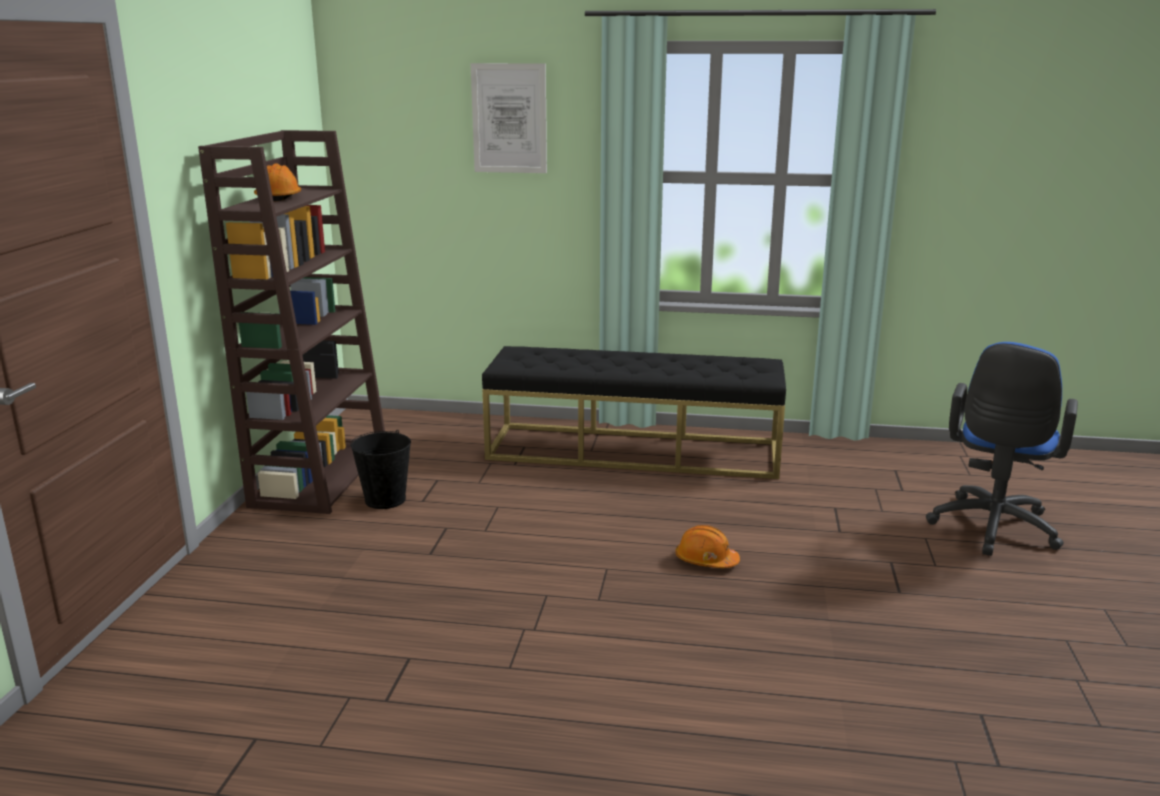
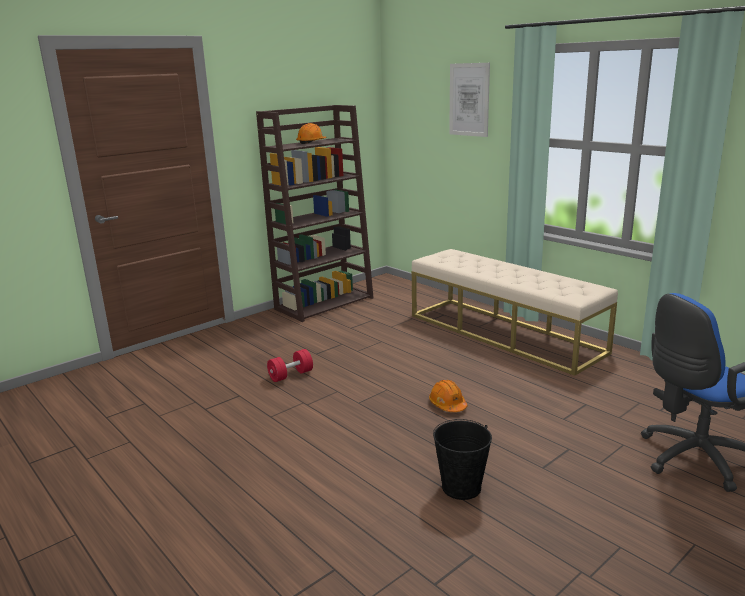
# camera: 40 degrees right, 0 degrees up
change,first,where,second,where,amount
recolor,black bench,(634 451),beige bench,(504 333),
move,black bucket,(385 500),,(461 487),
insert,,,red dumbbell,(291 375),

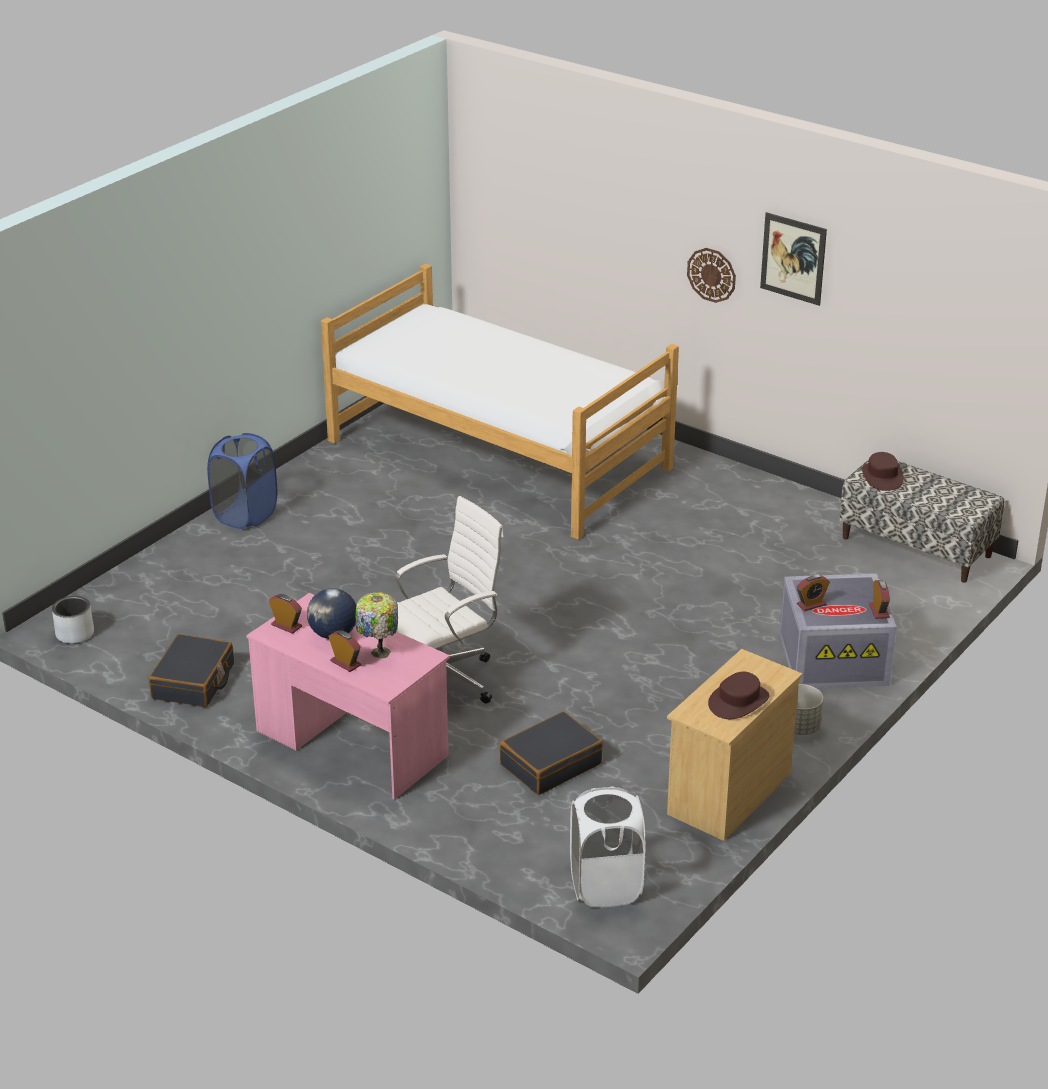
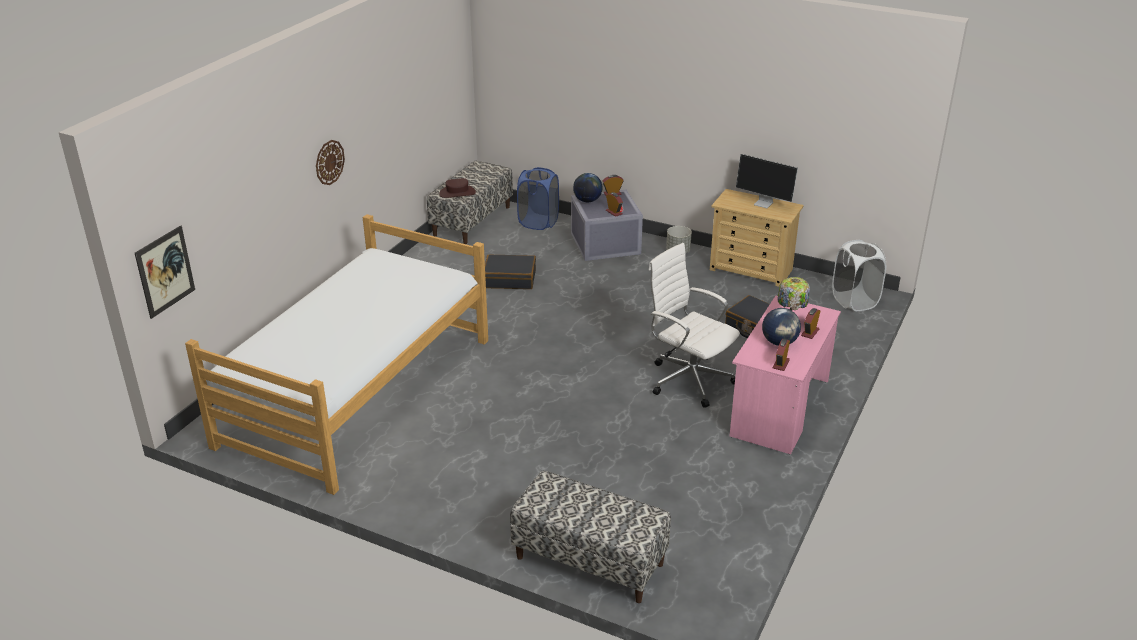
# camera: 100 degrees left, 0 degrees up
change,first,where,second,where,amount
move,picture,(793 258),,(165 271),
move,blue laundry basket,(245 515),,(538 222),
delete,grey planter,(75 634),,,
move,black suitcase,(193 682),,(510 279),
replace,brown hat,(738 701),monitor,(764 203),
insert,,,globe,(587 200),
insert,,,bench,(589 561),

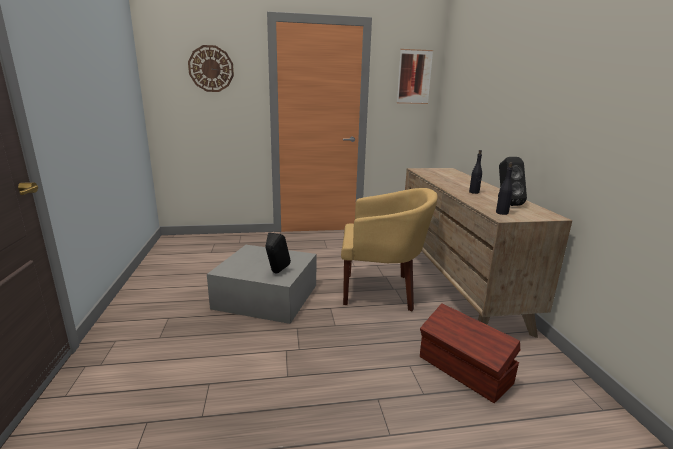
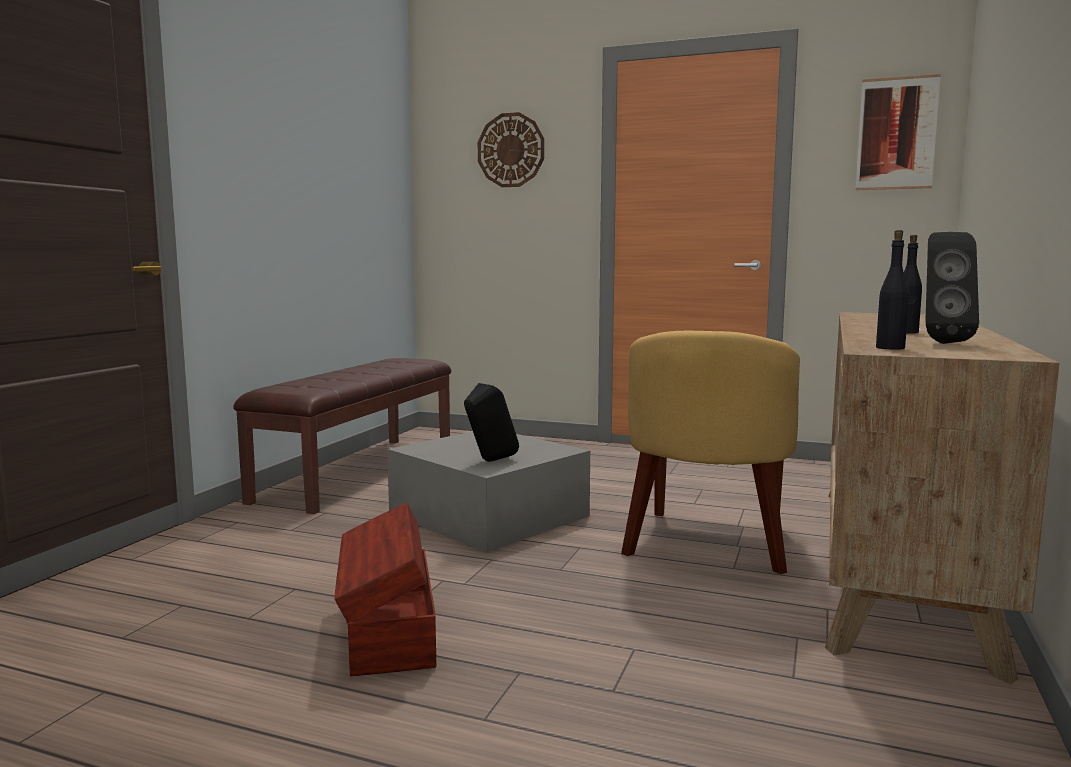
# camera: 30 degrees right, 10 degrees down
change,first,where,second,where,amount
rotate,yellow armchair,(381 291),,(707 543),75 degrees clockwise
move,brown storage box,(464 371),,(388 631),
insert,,,brown bench,(359 471),

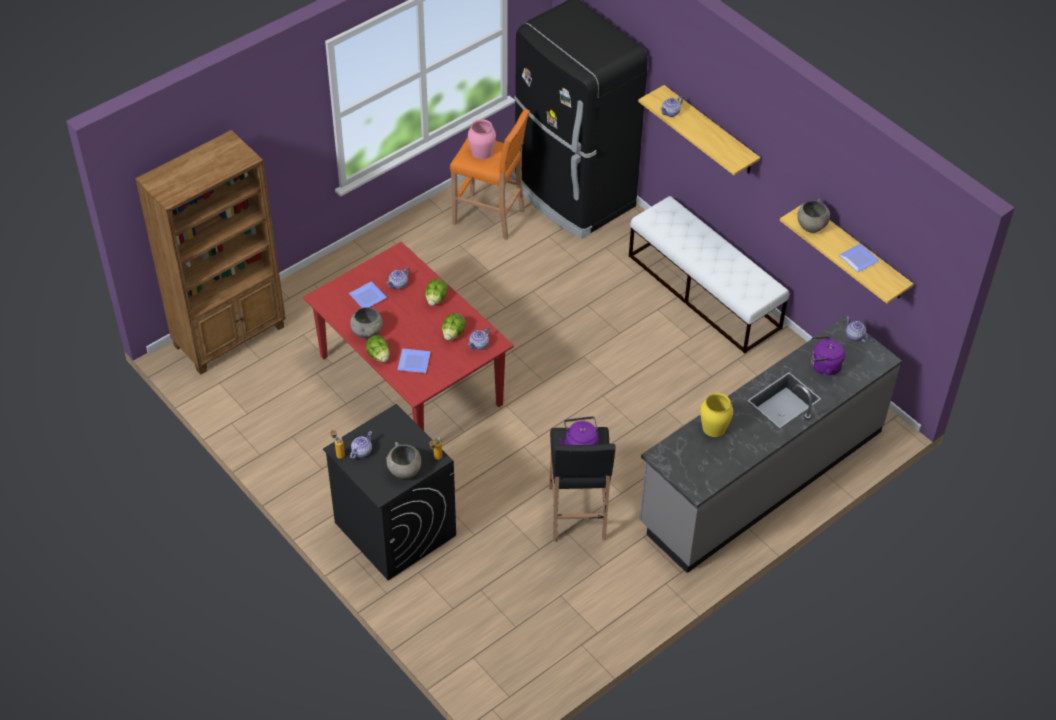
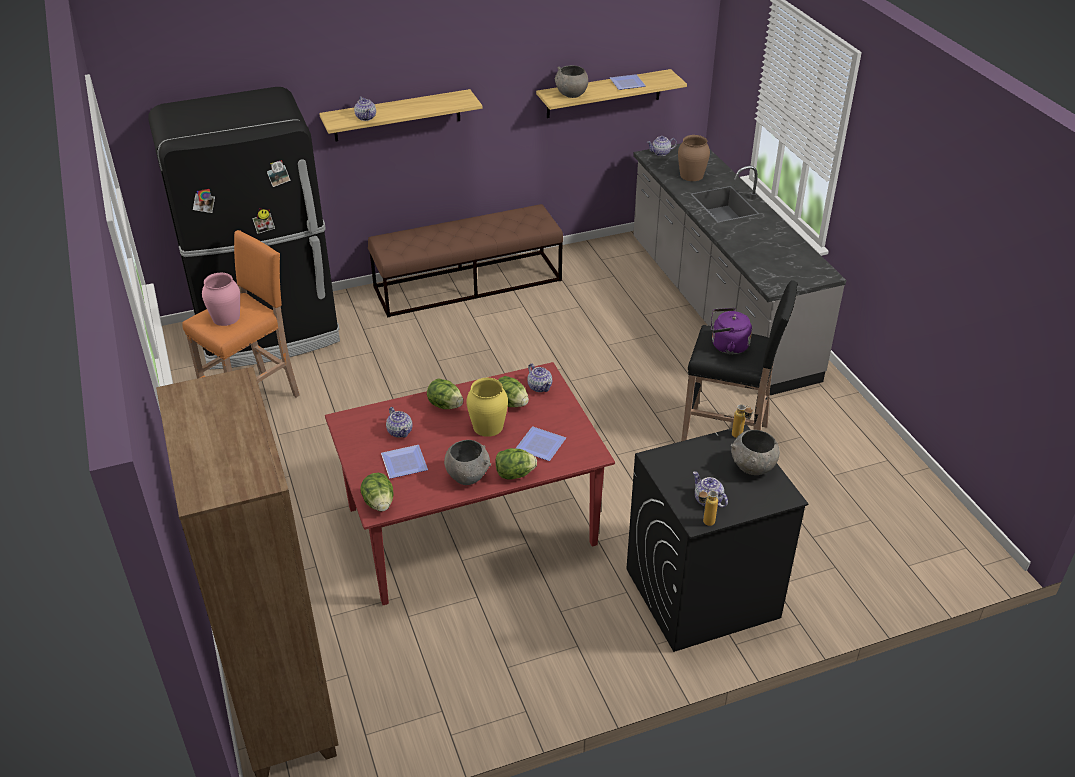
# camera: 70 degrees left, 10 degrees down
change,first,where,second,where,amount
recolor,white bench,(704 292),brown bench,(468 283),
replace,purple kettle,(823 366),brown vase,(691 175),
move,yellow vase,(714 427),,(488 426),
insert,,,lettuce,(379 503),

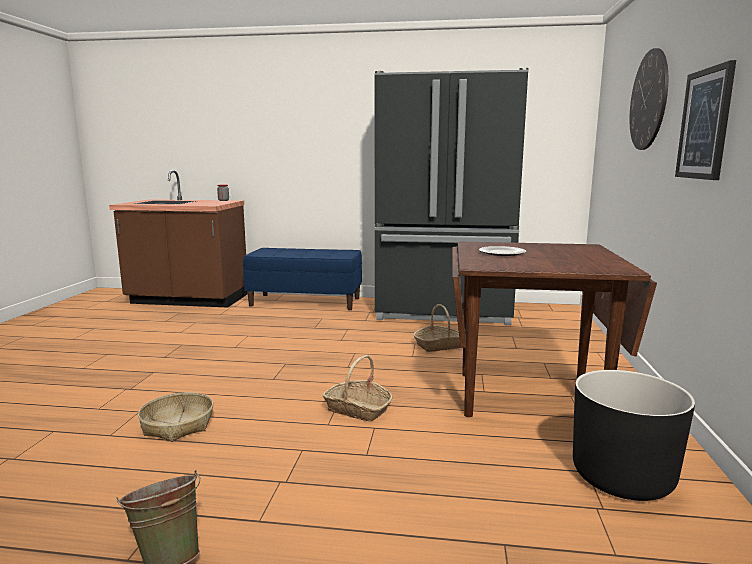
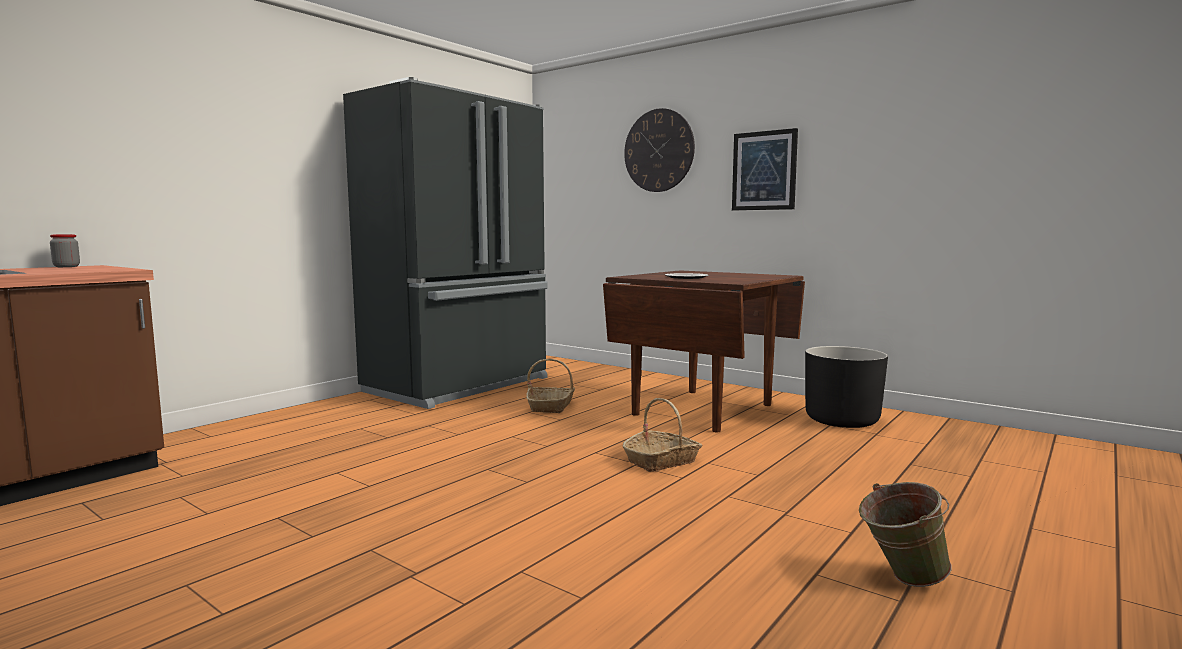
# camera: 60 degrees left, 5 degrees down
change,first,where,second,where,amount
delete,blue bench,(306 302),,,
delete,basket,(178 425),,,

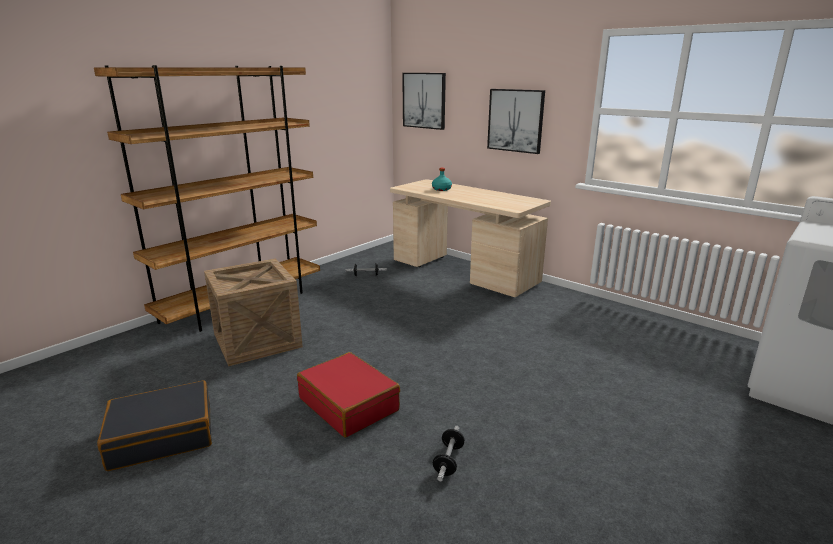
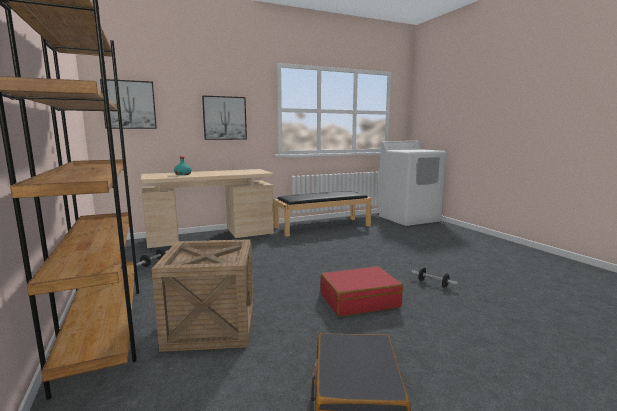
# camera: 65 degrees left, 10 degrees down
change,first,where,second,where,amount
insert,,,black bench,(323 226),

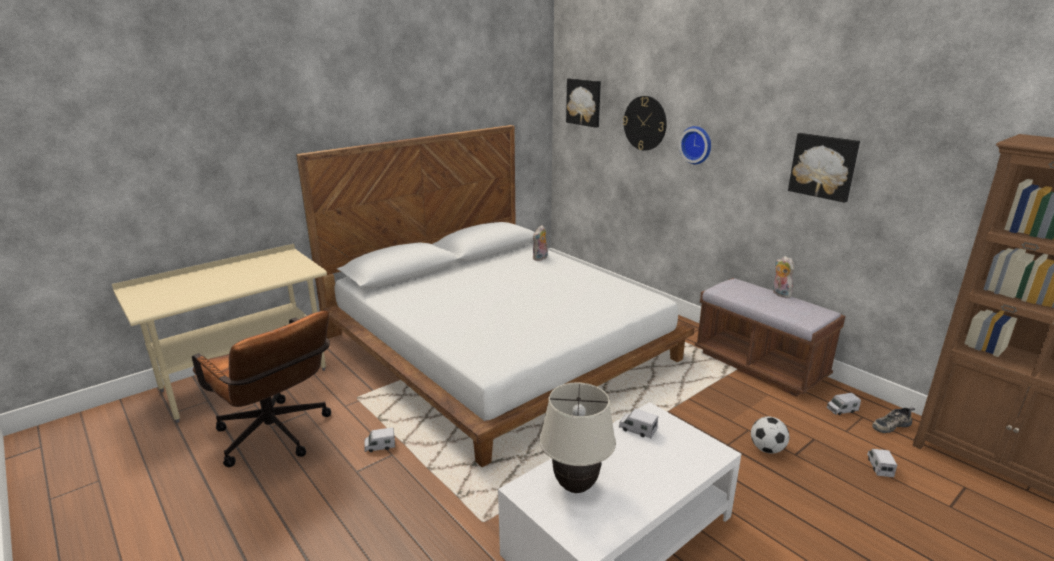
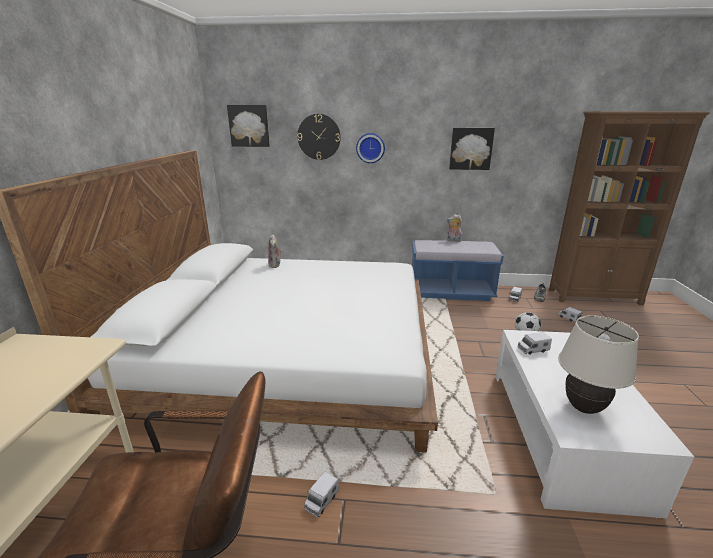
# camera: 45 degrees left, 0 degrees up
change,first,where,second,where,amount
recolor,brown bench,(759 365),blue bench,(450 292),

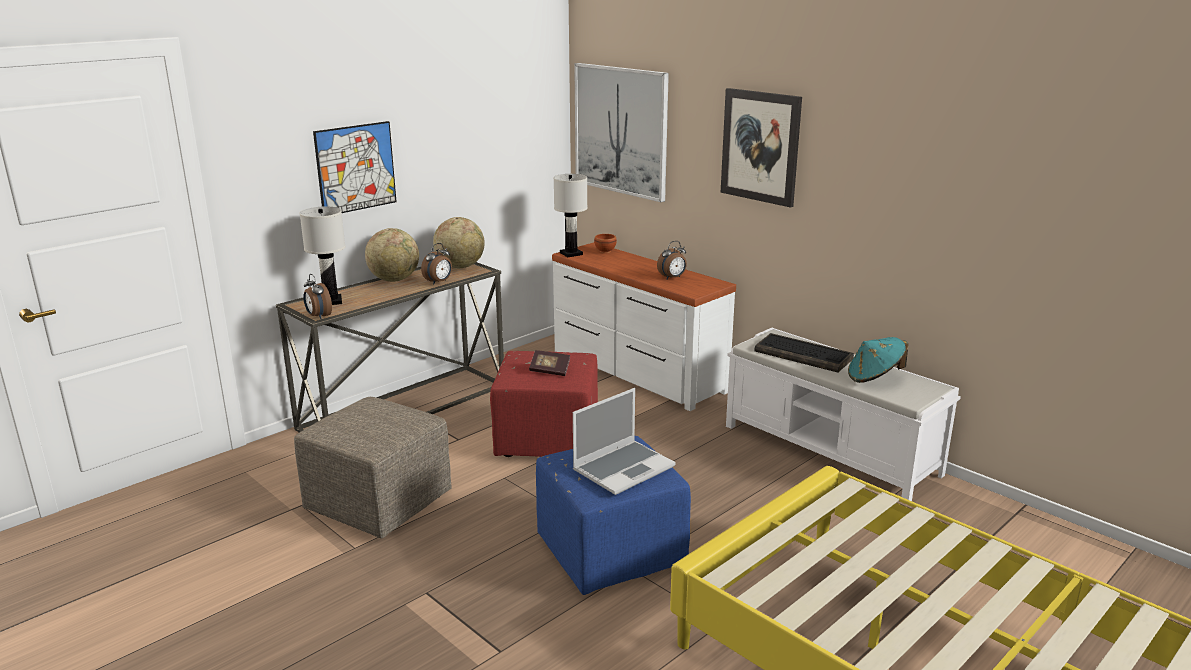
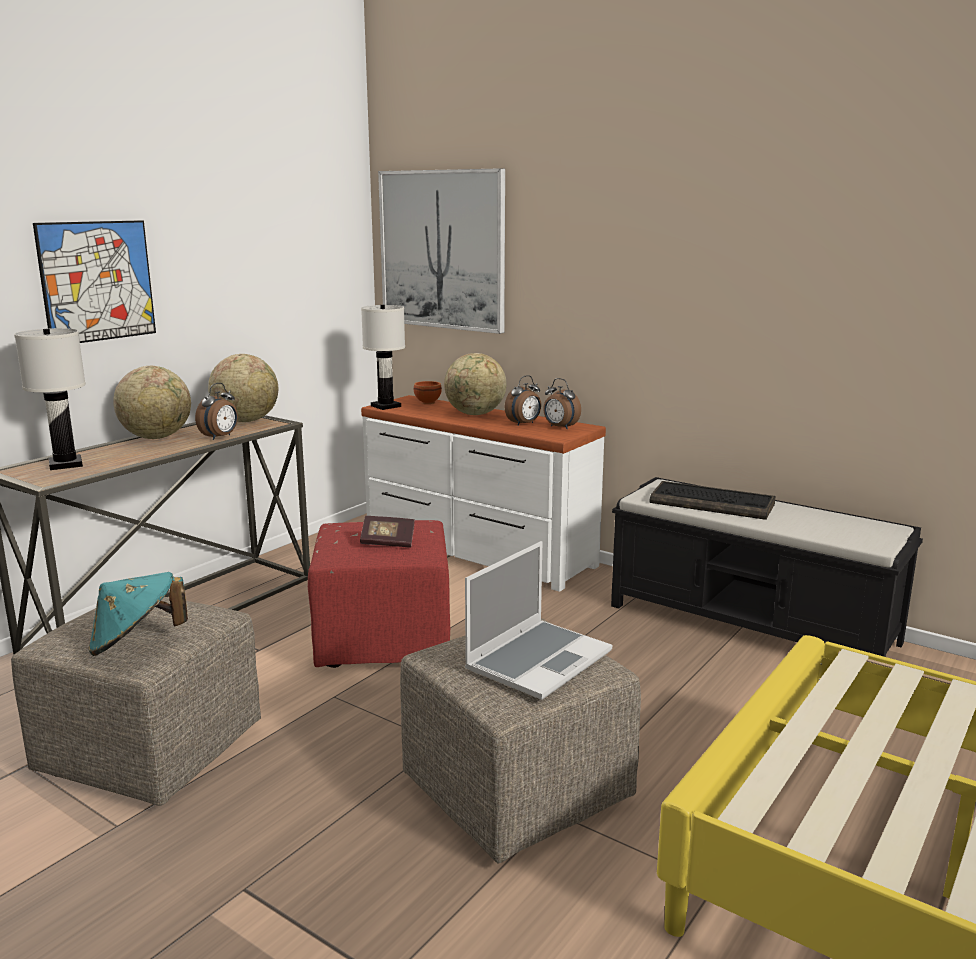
# camera: 10 degrees left, 5 degrees down
change,first,where,second,where,amount
delete,picture,(760 146),,,
move,alarm clock,(318 316),,(560 427),
recolor,white bench,(831 450),black bench,(753 624),
move,turquoise hat,(874 377),,(136 643),
recolor,blue ottoman,(612 552),beige ottoman,(518 790),
insert,,,globe,(475 414),

